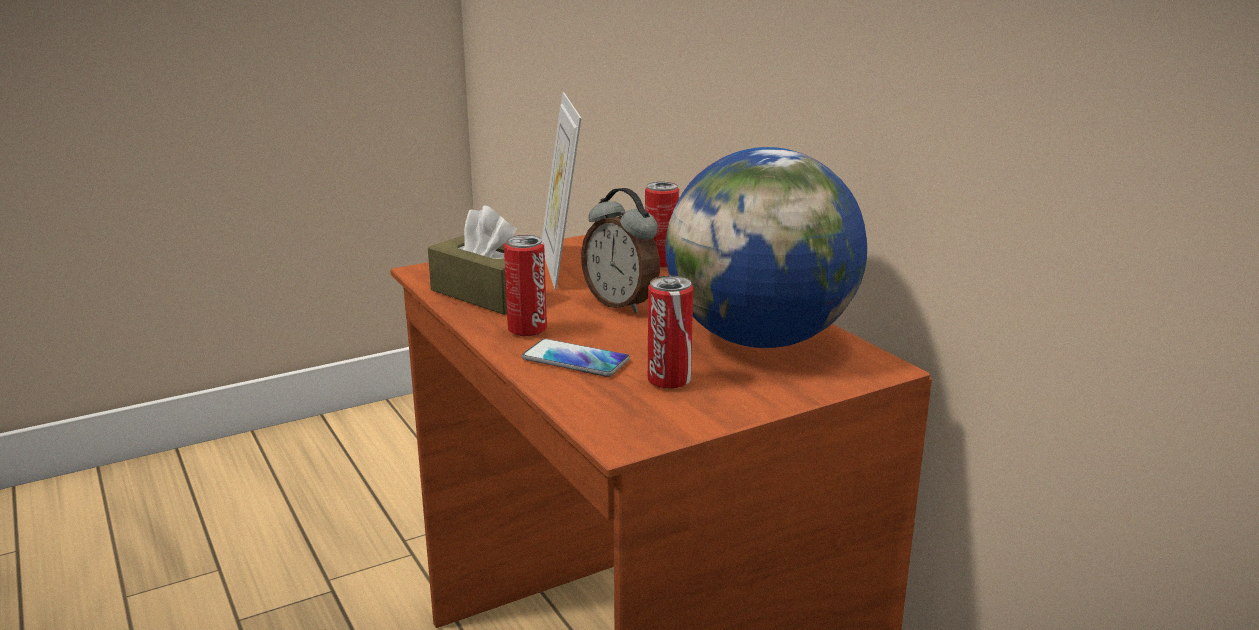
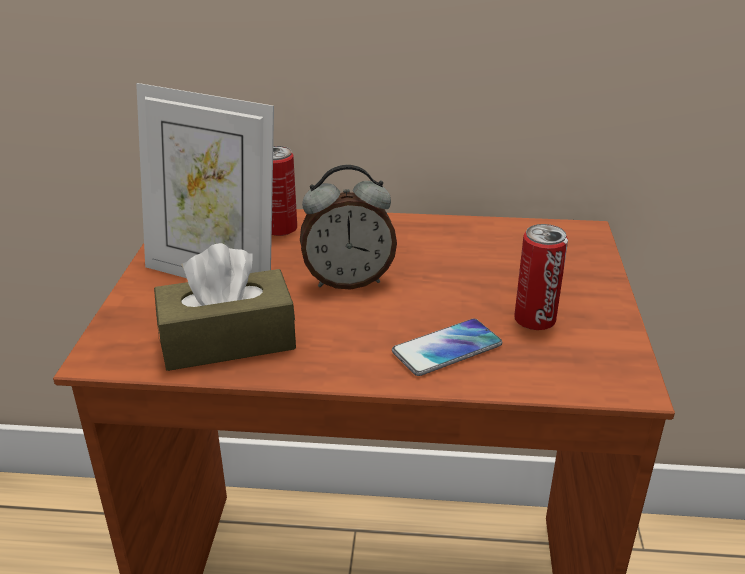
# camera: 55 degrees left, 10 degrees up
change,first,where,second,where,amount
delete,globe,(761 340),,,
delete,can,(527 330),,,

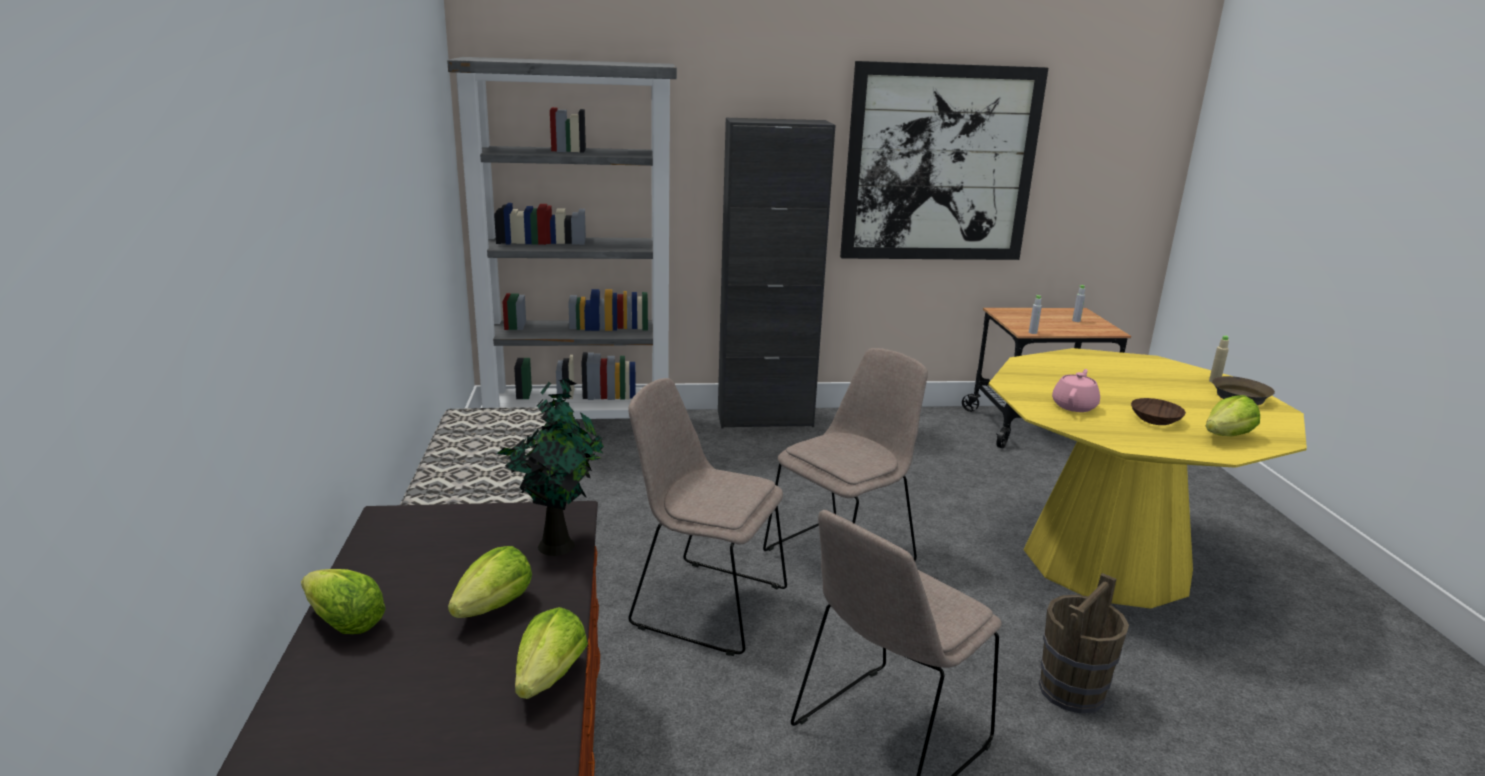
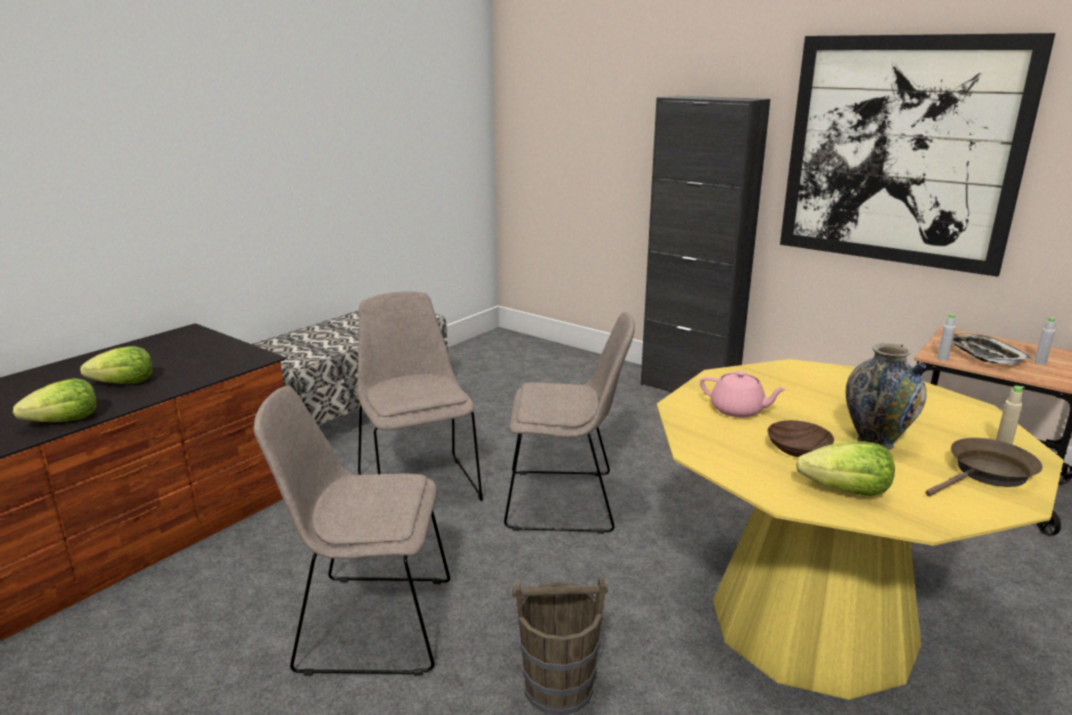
# camera: 45 degrees right, 0 degrees up
change,first,where,second,where,amount
delete,grey bookcase,(580 424),,,
rotate,pink teapot,(1074 406),,(738 410),45 degrees clockwise
delete,potted plant,(557 544),,,
delete,lettuce,(345 623),,,
insert,,,tray,(982 354),
insert,,,vase,(875 441),

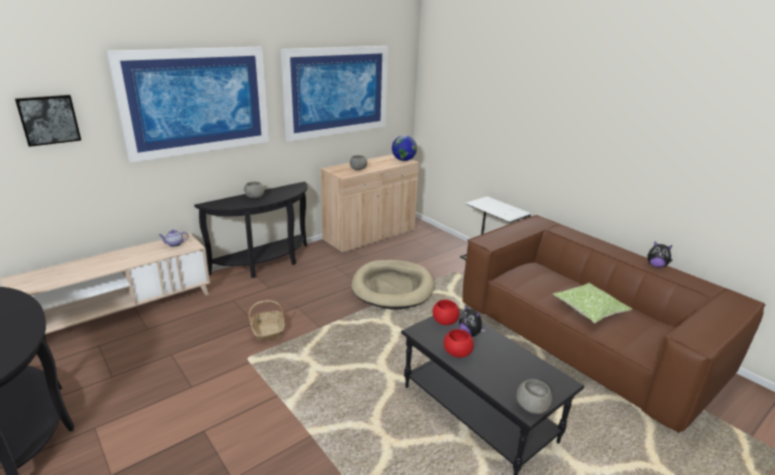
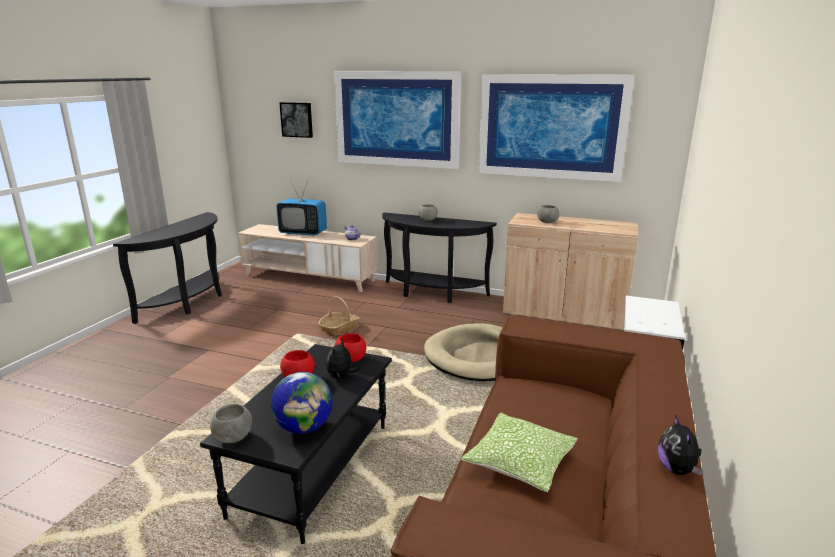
# camera: 60 degrees right, 5 degrees down
change,first,where,second,where,amount
move,globe,(403 160),,(304 427),
insert,,,television,(303 233),

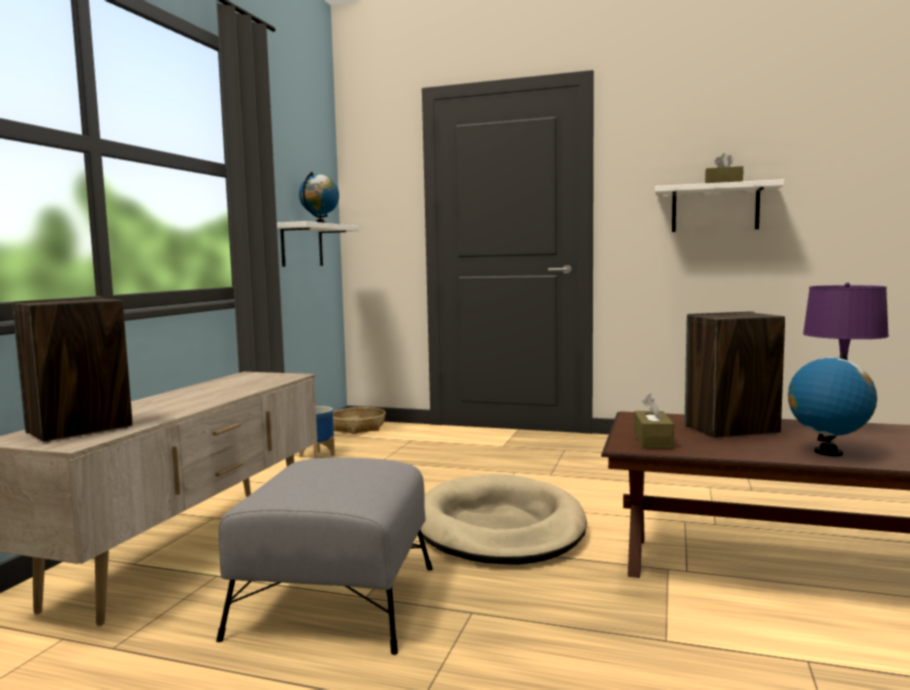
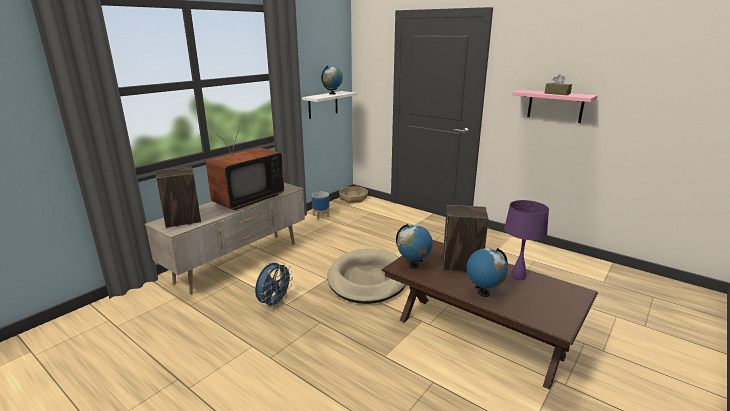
# camera: 20 degrees right, 15 degrees up
change,first,where,second,where,amount
recolor,white shelf,(715 208),pink shelf,(555 106),
replace,brown tissue box,(652 441),globe,(413 265),
replace,grey ottoman,(336 600),blue fan,(274 303),
insert,,,television,(245 199),

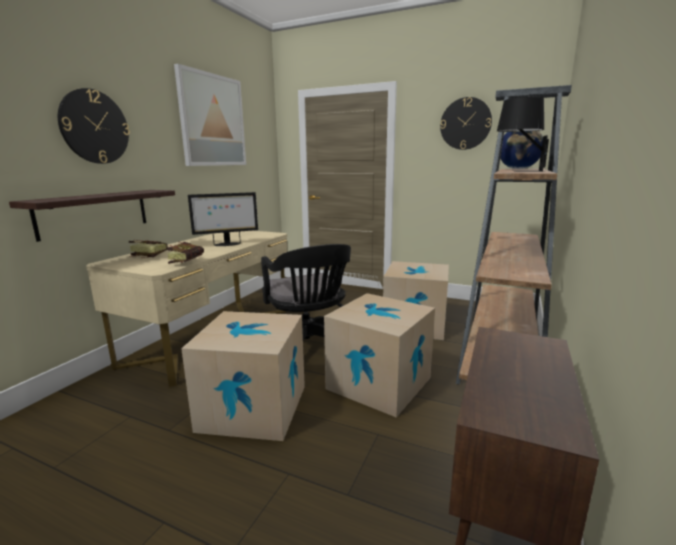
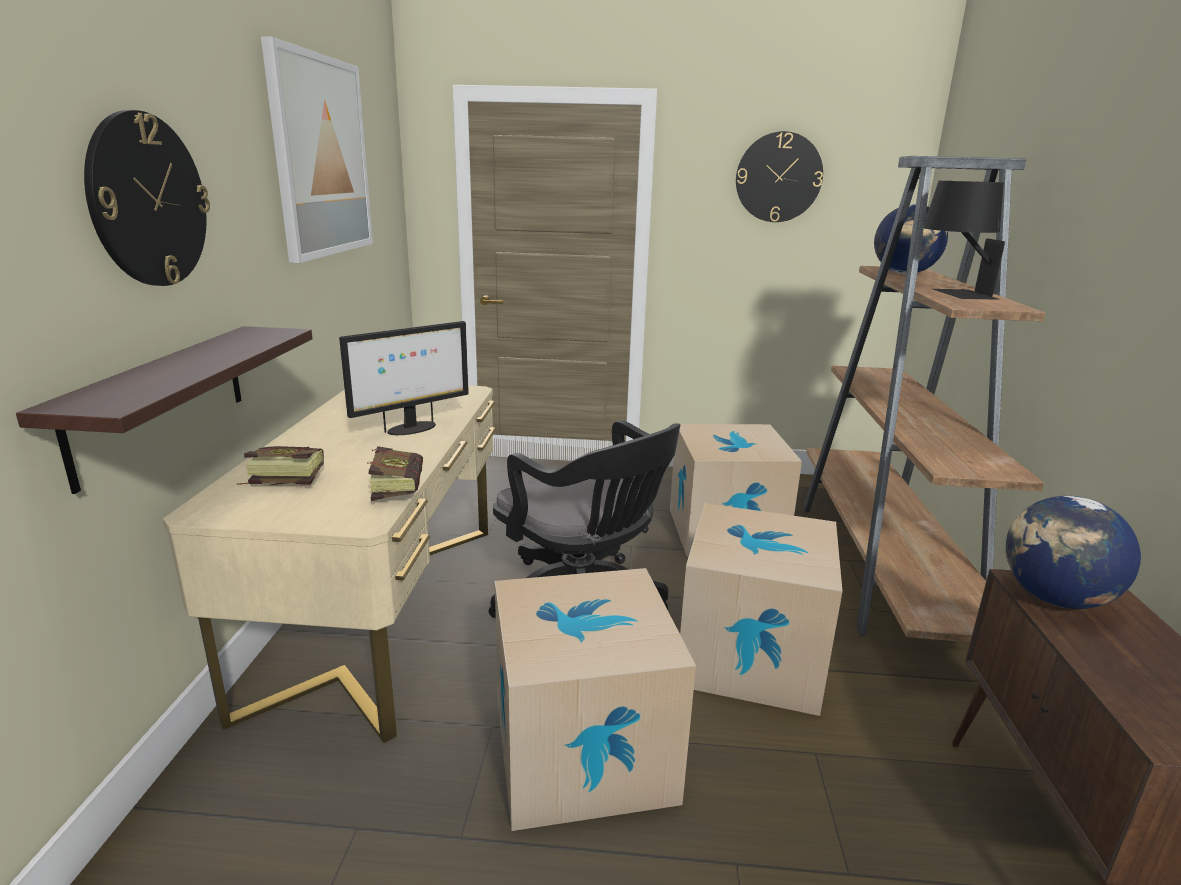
# camera: 20 degrees left, 5 degrees up
change,first,where,second,where,amount
insert,,,globe,(1055 599),

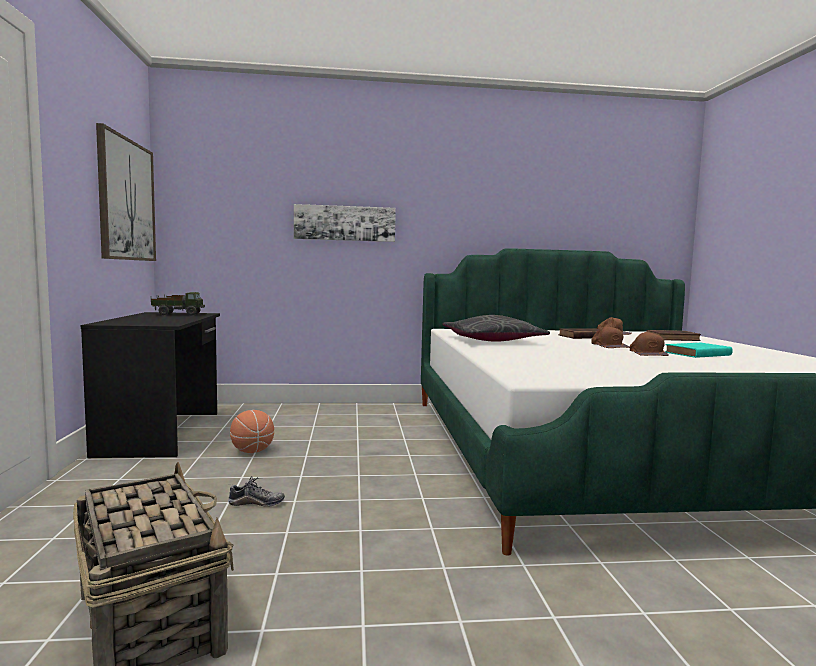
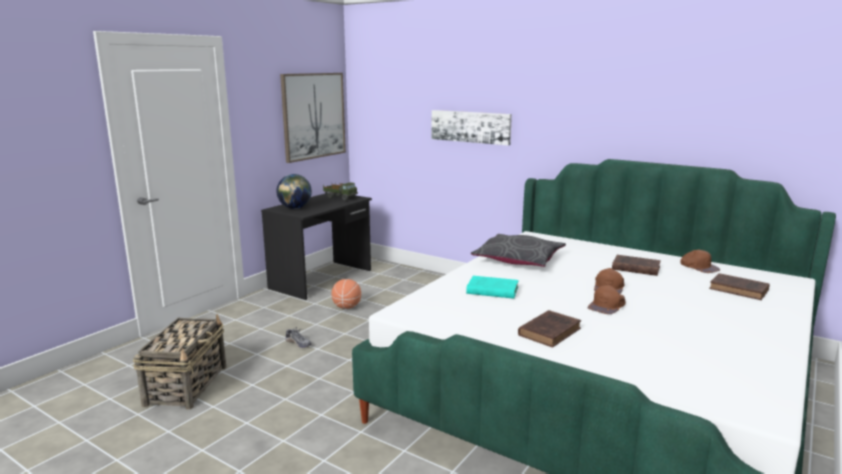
# camera: 40 degrees right, 10 degrees up
change,first,where,second,where,amount
move,turquoise book,(696 354),,(491 290),
insert,,,globe,(295 208),
insert,,,brown book,(550 331),

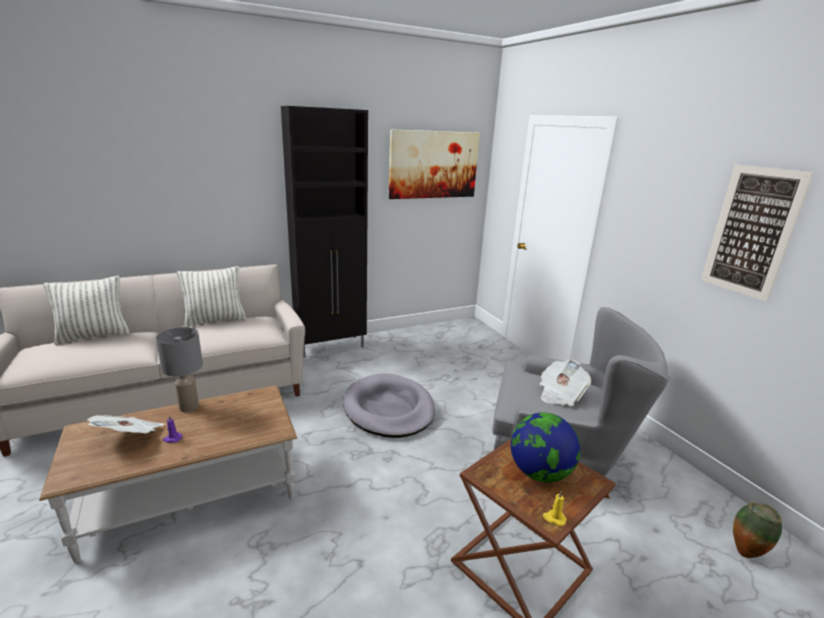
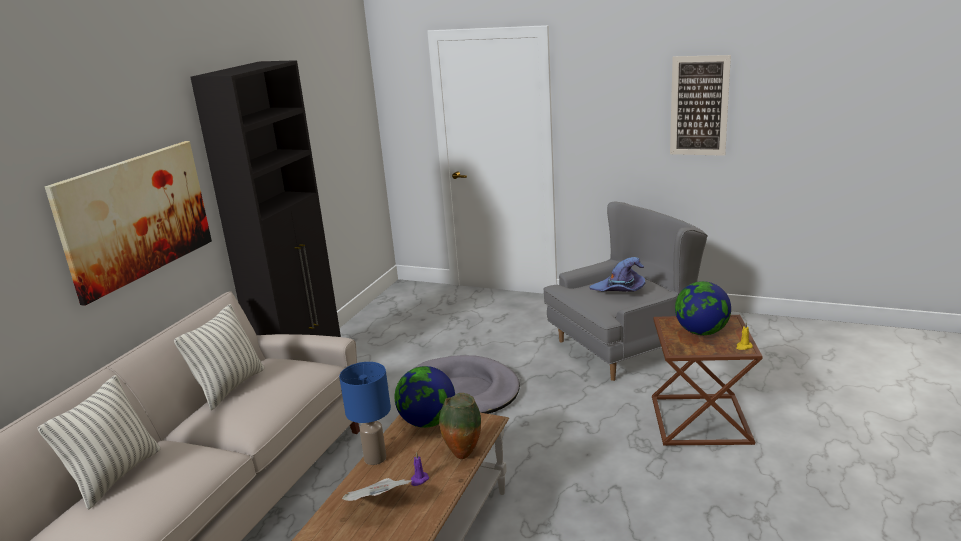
# camera: 40 degrees left, 0 degrees up
change,first,where,second,where,amount
move,picture,(433 165),,(136 217),
recolor,grey table lamp,(189 407),blue table lamp,(375 458),
replace,newspaper,(560 394),purple hat,(619 290),
move,vase,(744 553),,(462 454),
insert,,,globe,(427 422),

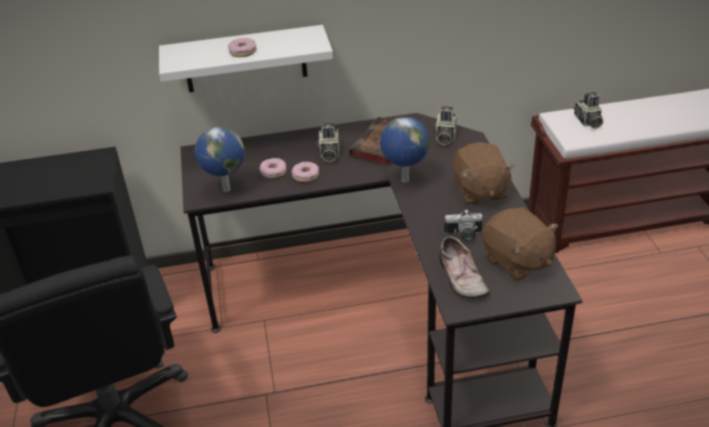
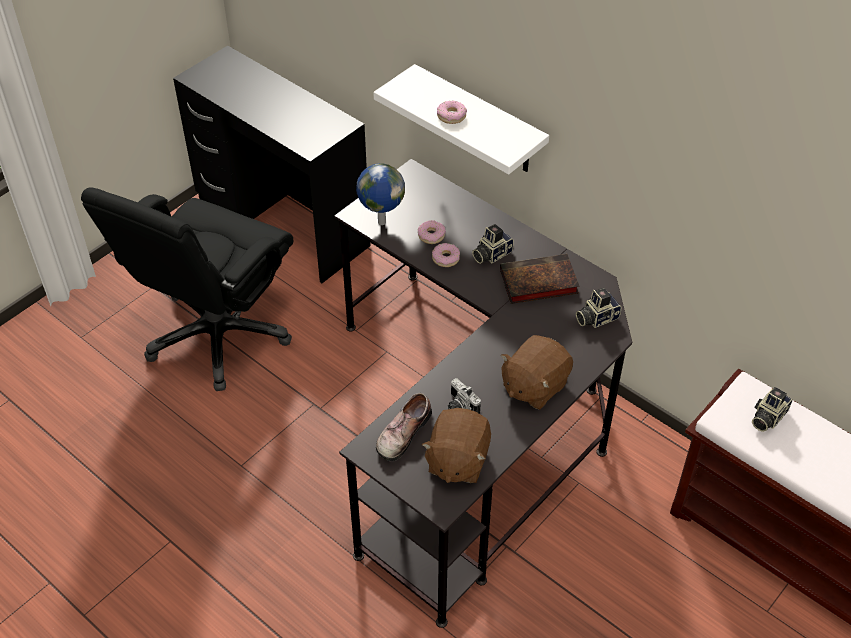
# camera: 50 degrees right, 10 degrees up
change,first,where,second,where,amount
delete,globe,(404 181),,,

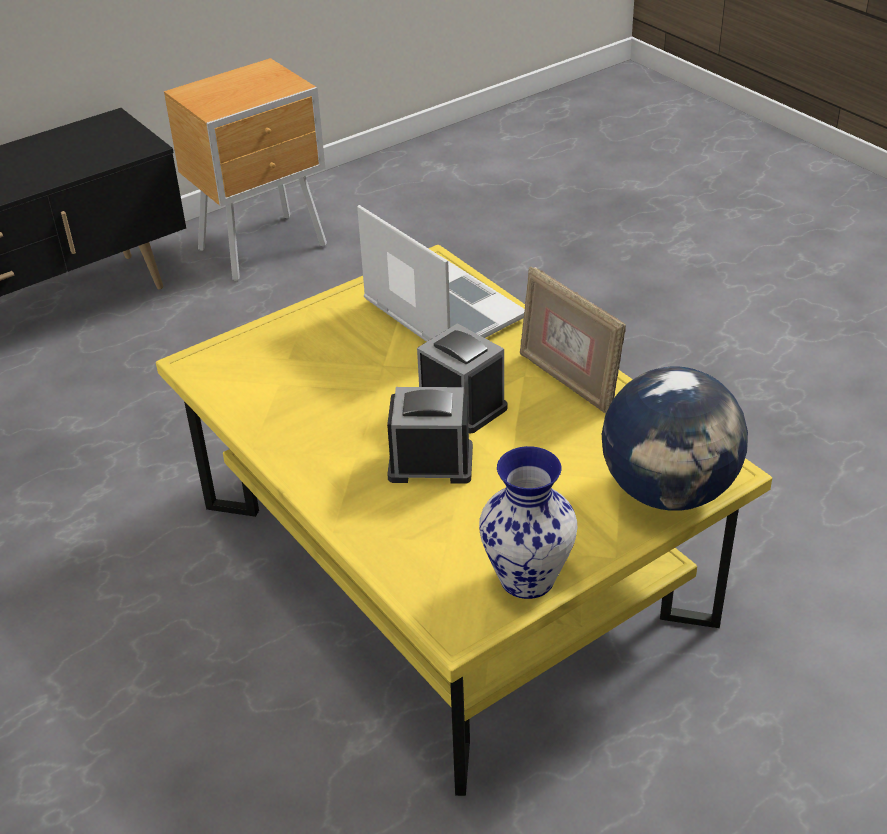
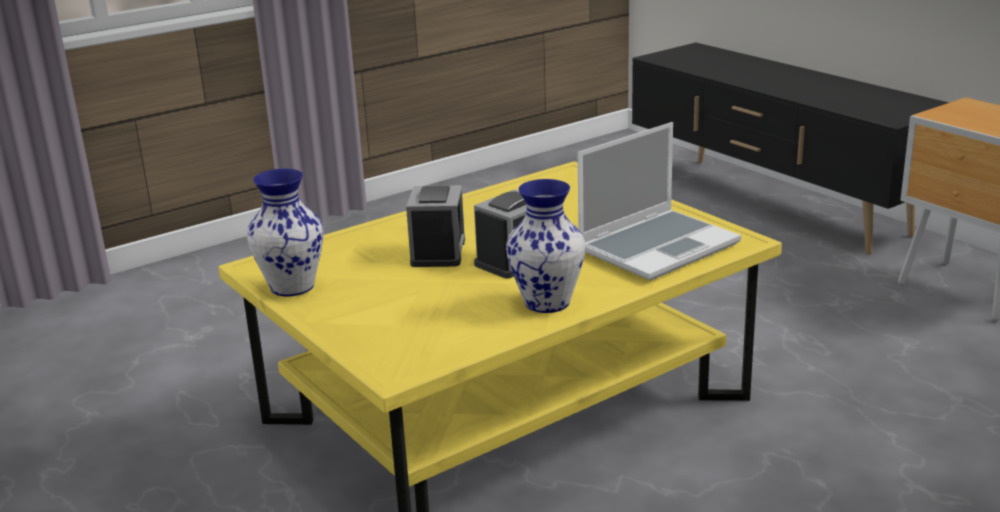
# camera: 90 degrees right, 15 degrees down
change,first,where,second,where,amount
replace,picture frame,(567 381),vase,(547 303),
delete,globe,(668 492),,,

